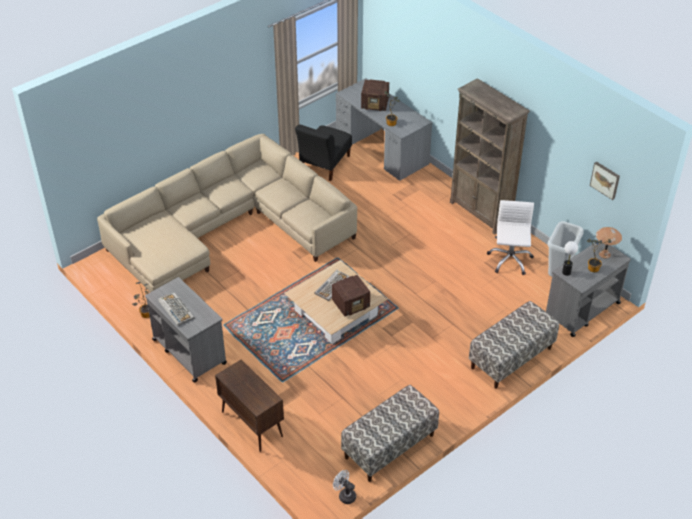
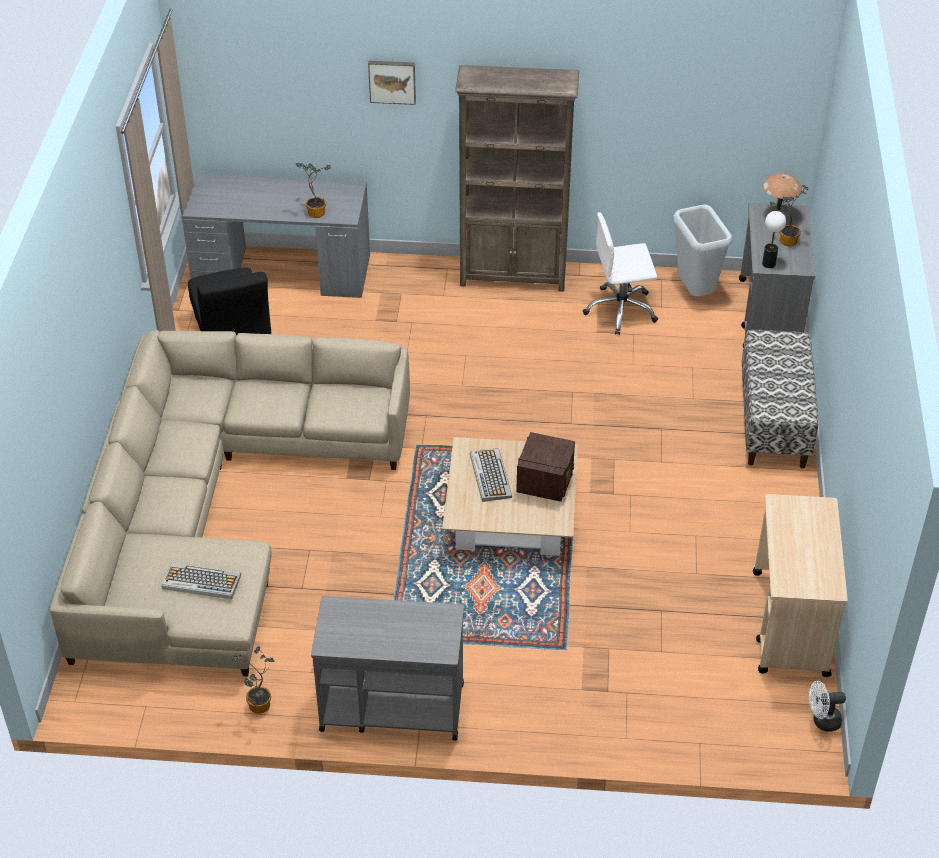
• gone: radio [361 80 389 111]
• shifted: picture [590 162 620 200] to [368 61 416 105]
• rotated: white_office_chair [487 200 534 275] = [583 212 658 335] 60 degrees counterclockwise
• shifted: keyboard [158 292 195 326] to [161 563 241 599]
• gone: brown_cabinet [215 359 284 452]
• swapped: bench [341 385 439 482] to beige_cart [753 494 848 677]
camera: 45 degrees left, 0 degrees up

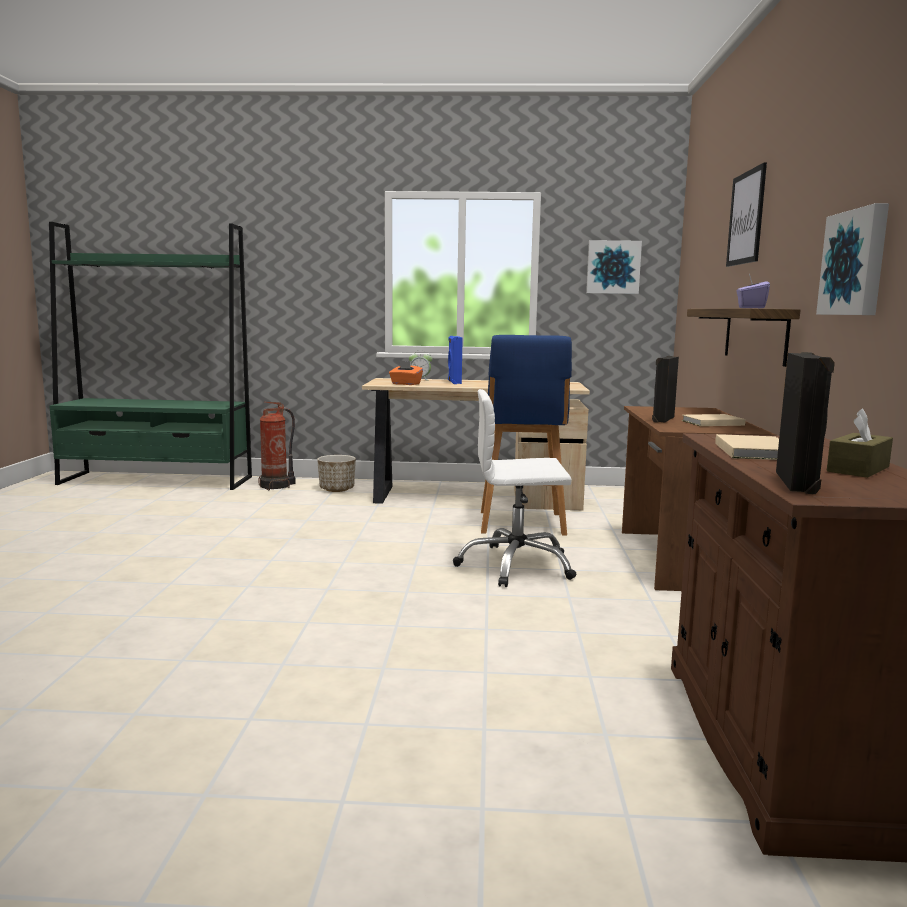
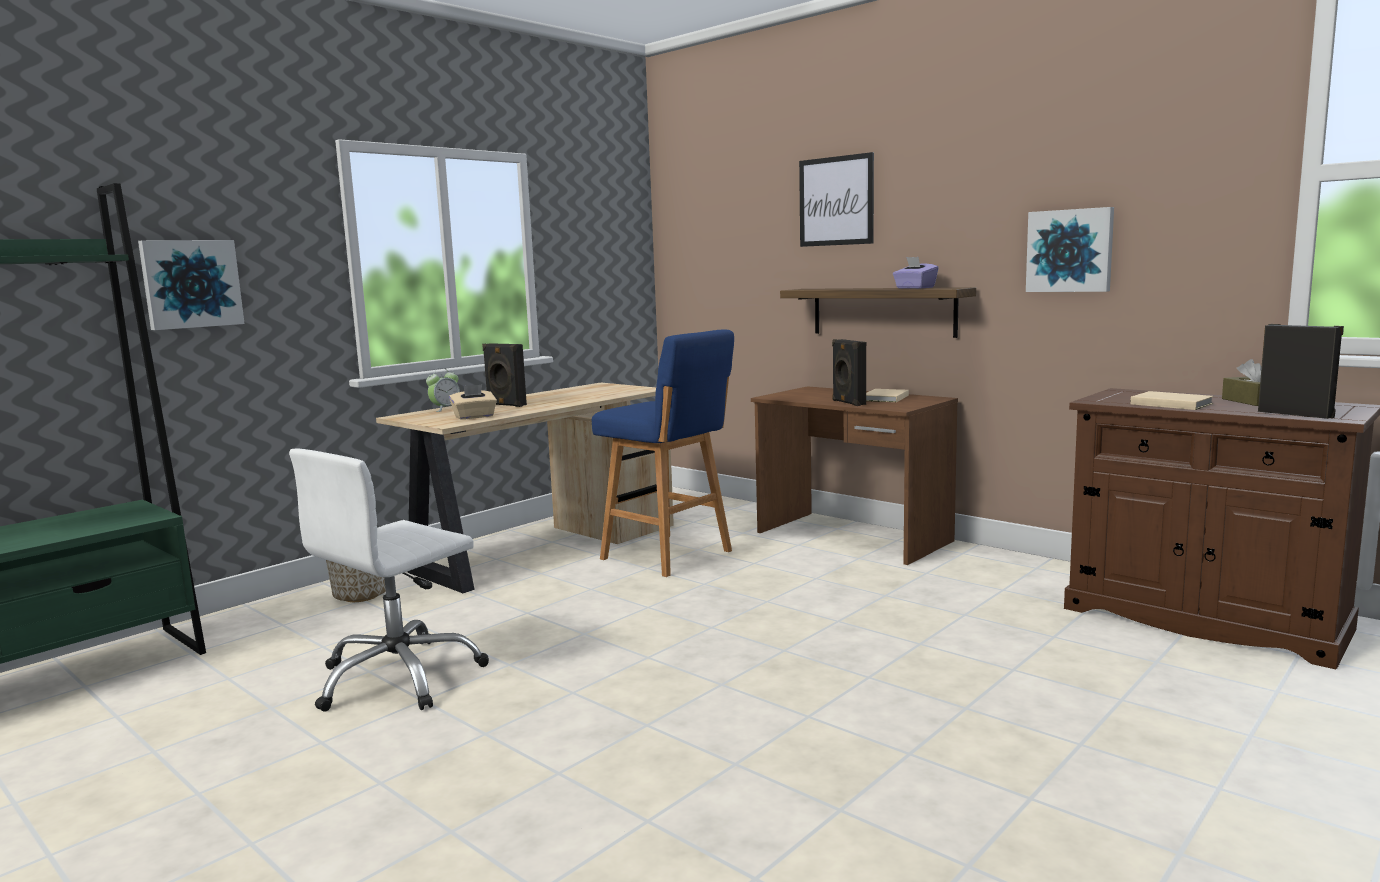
• shifted: picture [586 240 642 294] to [138 240 245 330]
• repainted: blue_speaker [448 336 463 384] to black_speaker [482 343 527 407]
• repainted: orange_tissue_box [389 361 423 385] to beige_tissue_box [449 384 497 420]
• shifted: white_office_chair [453 389 576 587] to [289 449 489 712]
• gone: fire_extinguisher [258 402 296 491]
camera: 50 degrees left, 0 degrees up

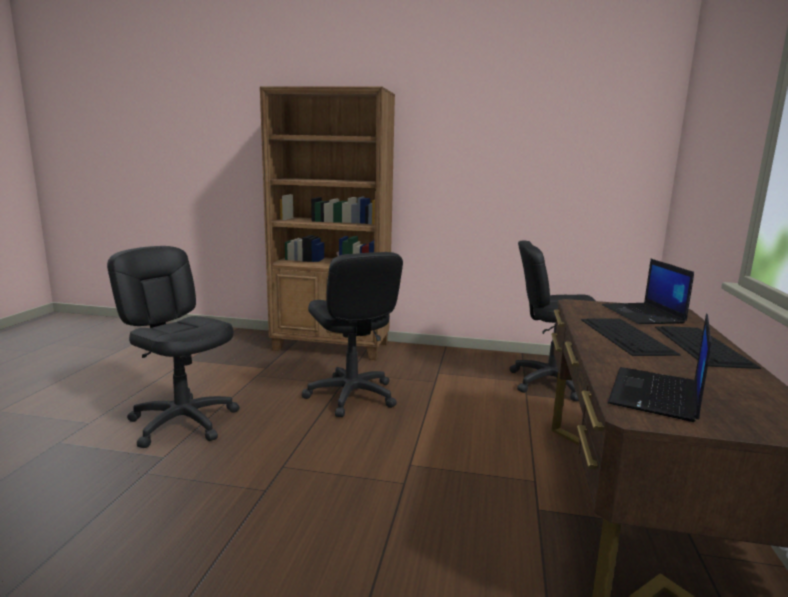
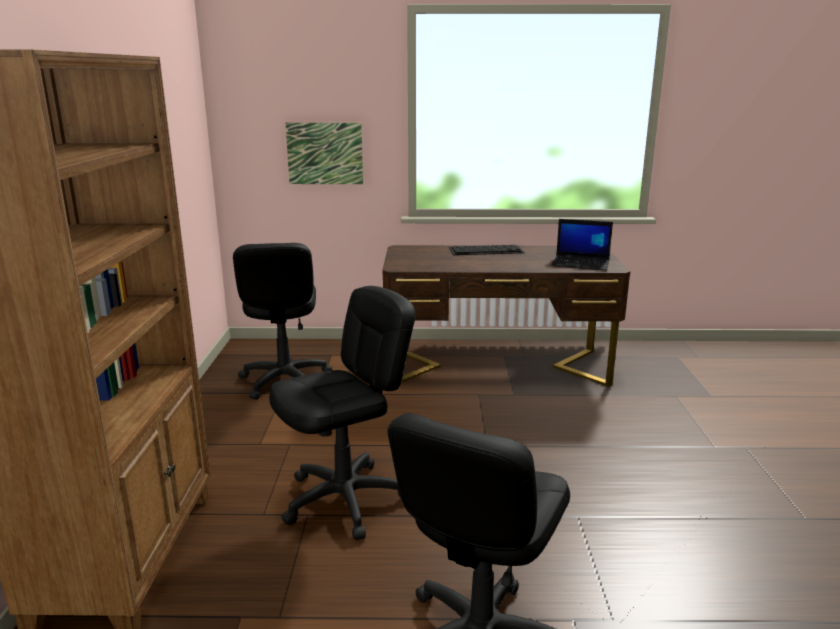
• gone: laptop [602 259 694 324]
• gone: keyboard [581 318 681 356]
• new: picture [286 122 363 184]
camera: 100 degrees left, 5 degrees up

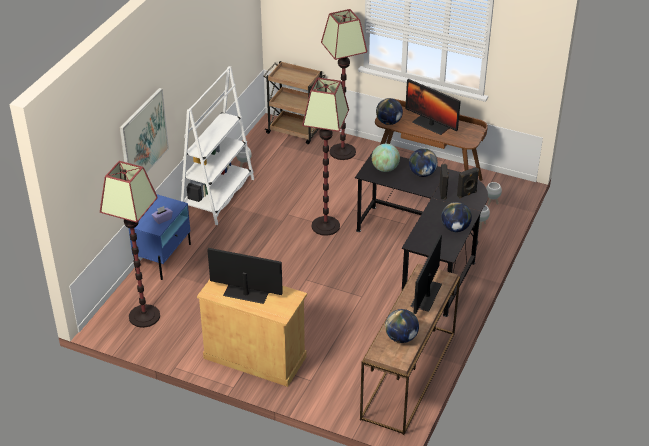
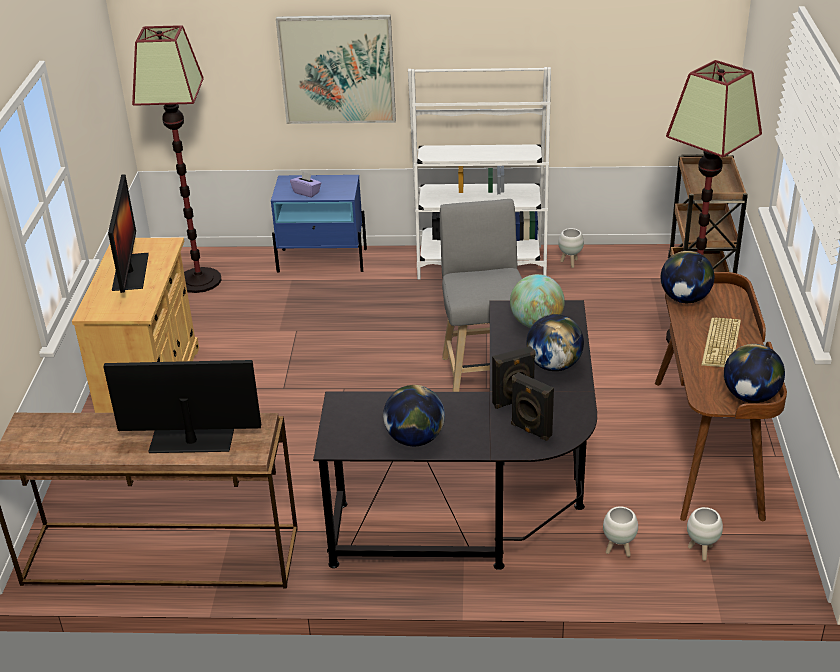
• swapped: floor_lamp [302 77 349 236] to grey_stool [440 199 522 392]
• swapped: monitor [405 79 461 135] to keyboard [701 318 741 367]
• shifted: globe [385 309 419 343] to [724 344 785 403]
camera: 70 degrees right, 5 degrees down

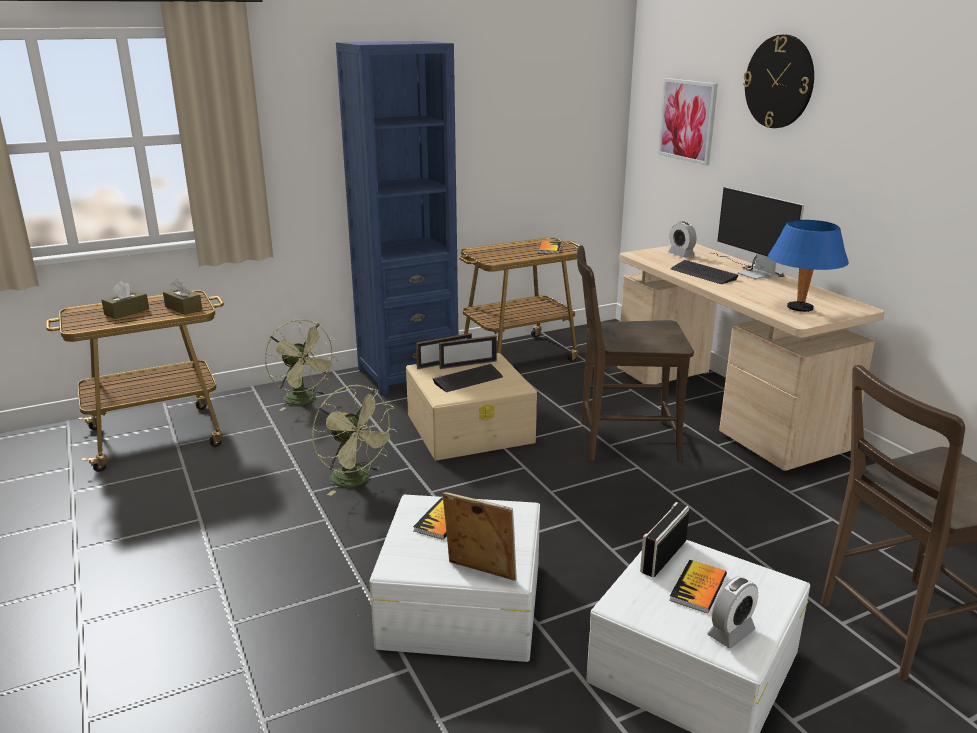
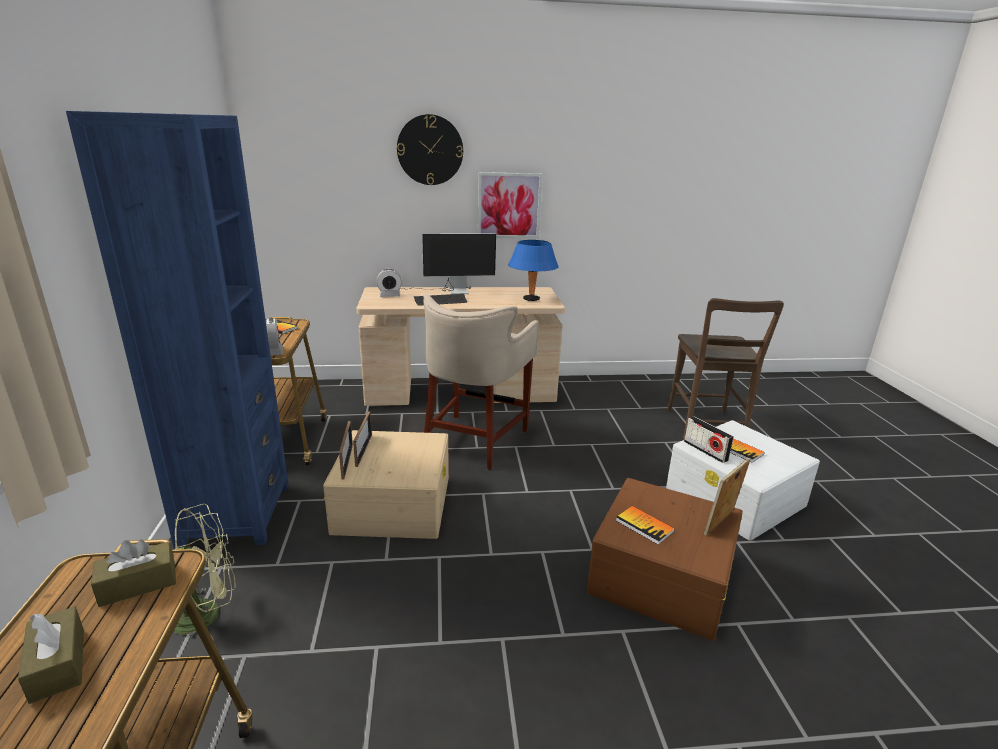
• shifted: picture [658 78 718 166] to [478 172 542 238]
• swapped: brown_chair [577 246 694 462] to beige_stool [423 294 539 470]
• gone: keyboard [433 364 503 392]
• gone: green_fan [312 385 397 496]
• repainted: white_storage_box [370 495 540 662] to brown_storage_box [587 478 743 640]
• shifted: alarm_clock [707 577 758 648] to [266 318 284 356]
camera: 70 degrees left, 0 degrees up

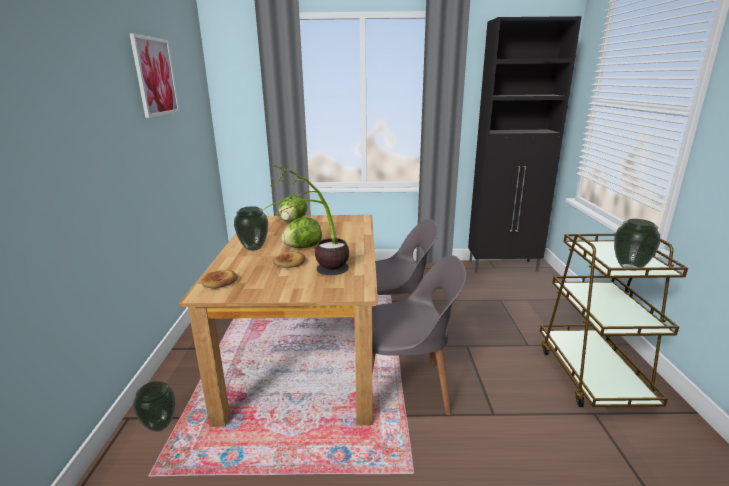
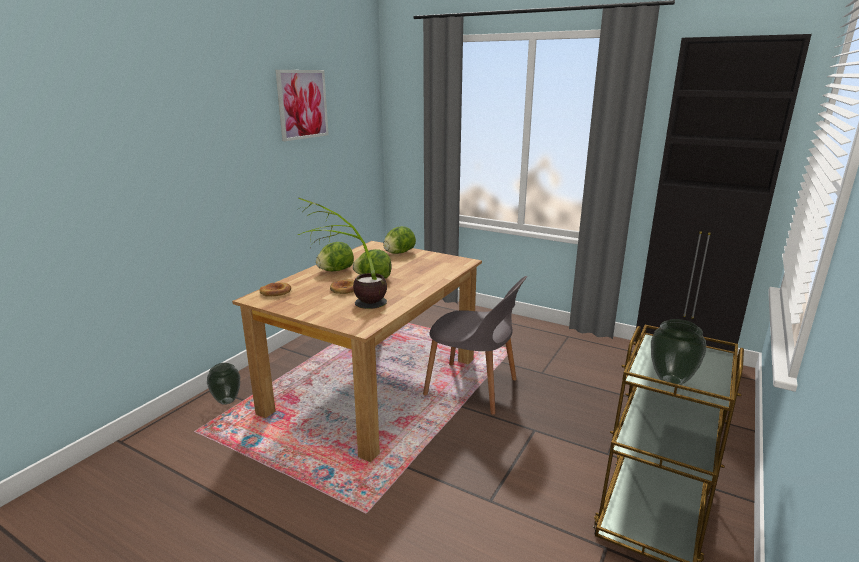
• swapped: vase [234 206 268 251] to lettuce [316 242 354 271]
• gone: grey_chair [372 255 466 415]
camera: 30 degrees right, 0 degrees up

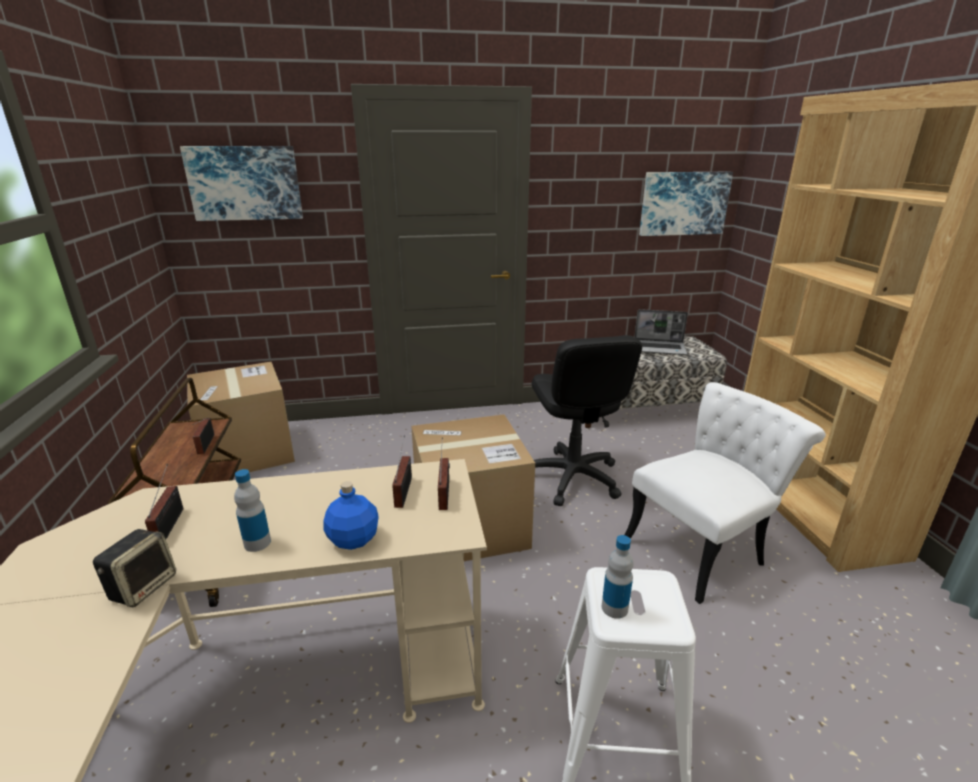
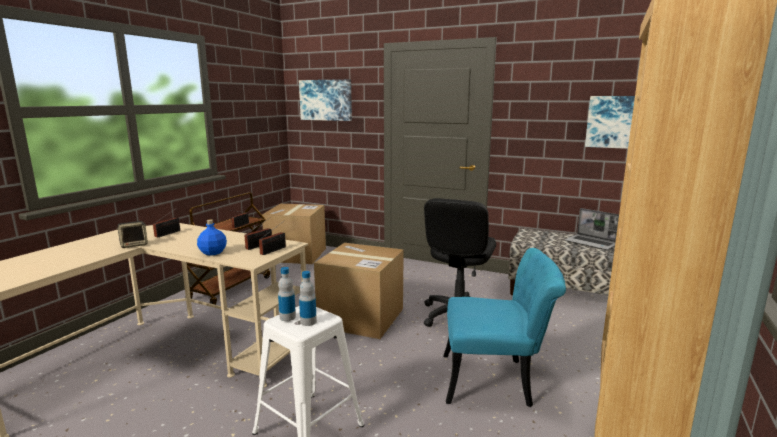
• repainted: white_chair [624 382 826 604] to turquoise_chair [443 248 566 407]
• shifted: bottle [234 469 271 552] to [299 271 317 326]
camera: 35 degrees right, 10 degrees down

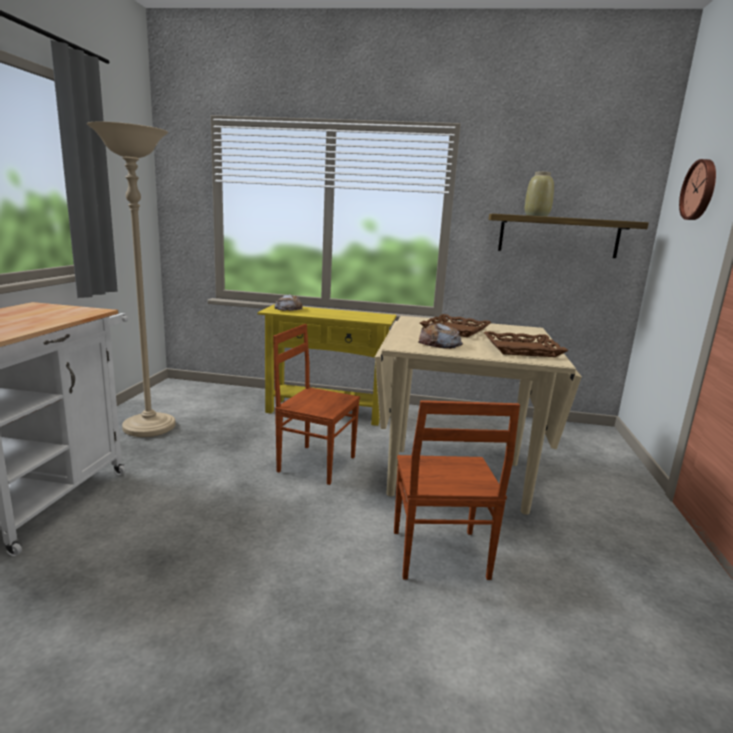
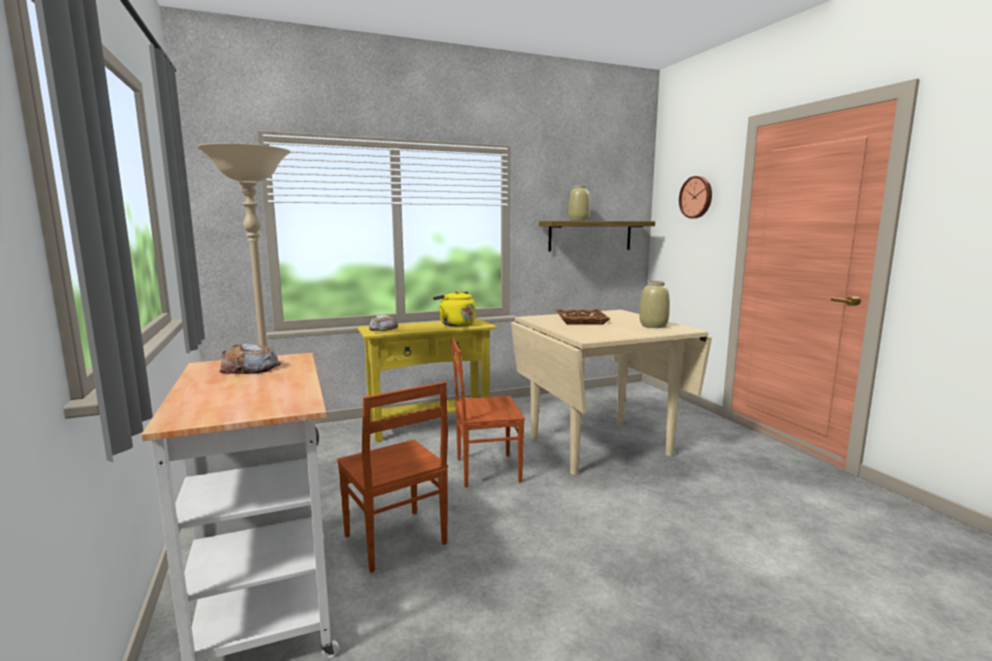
• shifted: bread [418 323 463 349] to [220 343 281 374]
• swapped: brown_tray [484 331 568 357] to beige_vase [639 281 670 328]
• shifted: brown_chair [394 400 520 580] to [337 381 448 573]
• new: yellow_kettle [433 291 475 327]
camera: 30 degrees left, 5 degrees down

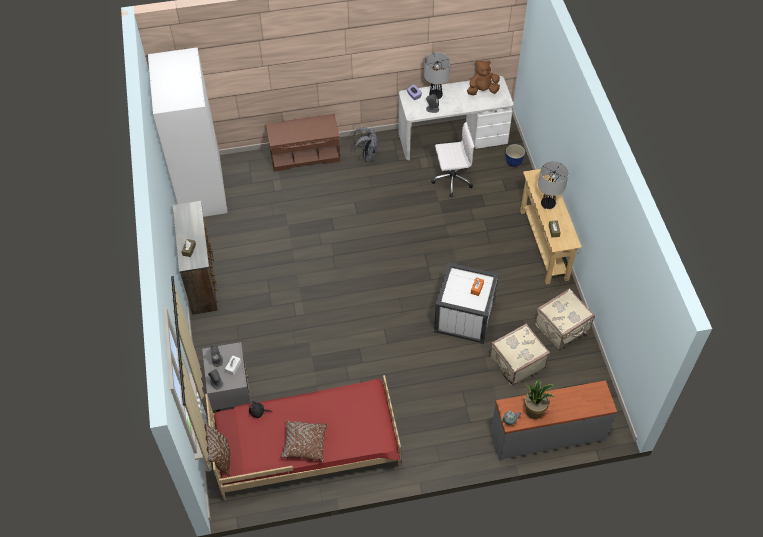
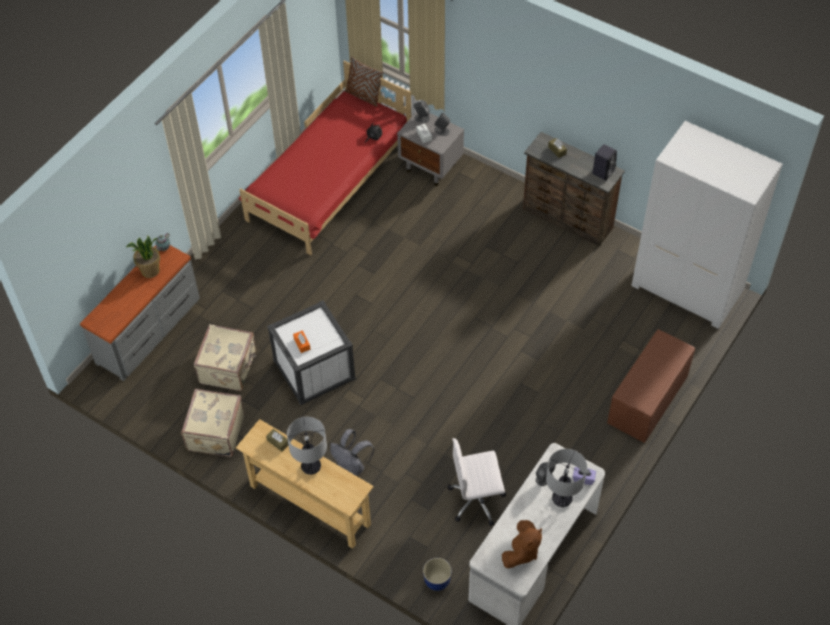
• rotated: white_office_chair [431 122 474 197] = [448 438 506 526] 45 degrees clockwise
• shifted: grey_backpack [353 127 378 161] to [330 429 374 476]
• gone: brown_pillow [281 420 327 462]
• new: black_speaker [592 144 617 181]
camera: 135 degrees right, 0 degrees up

